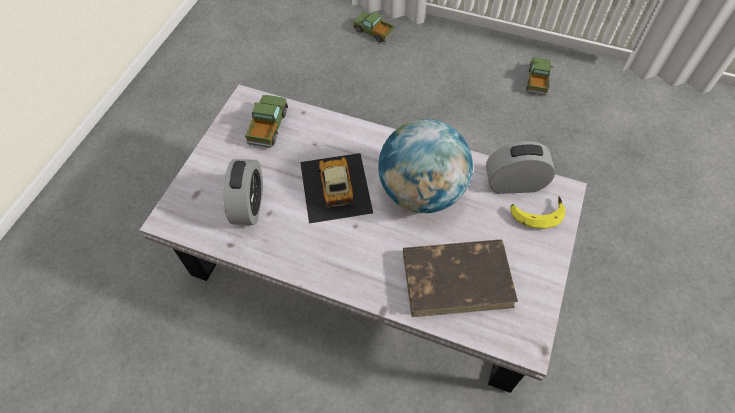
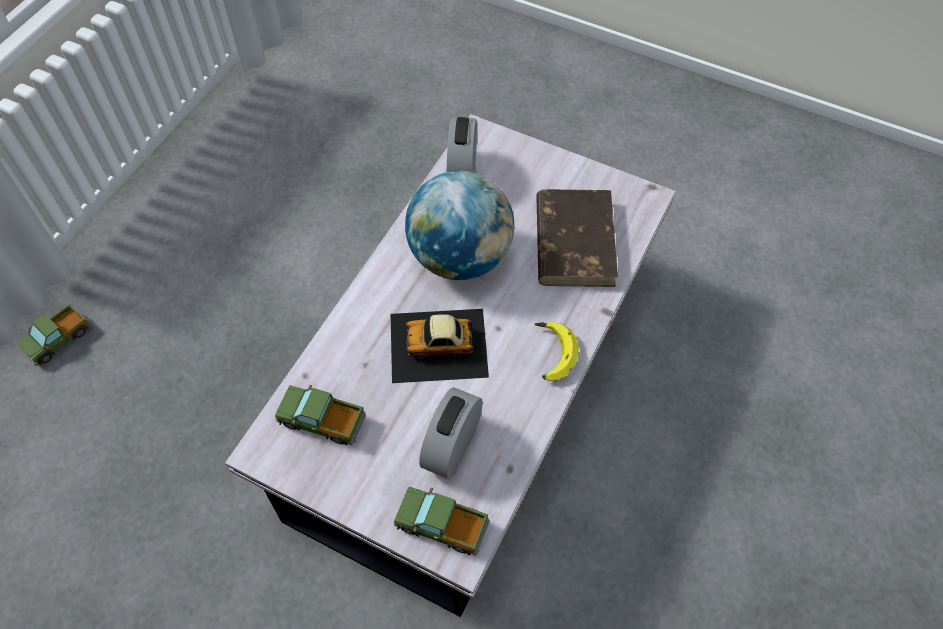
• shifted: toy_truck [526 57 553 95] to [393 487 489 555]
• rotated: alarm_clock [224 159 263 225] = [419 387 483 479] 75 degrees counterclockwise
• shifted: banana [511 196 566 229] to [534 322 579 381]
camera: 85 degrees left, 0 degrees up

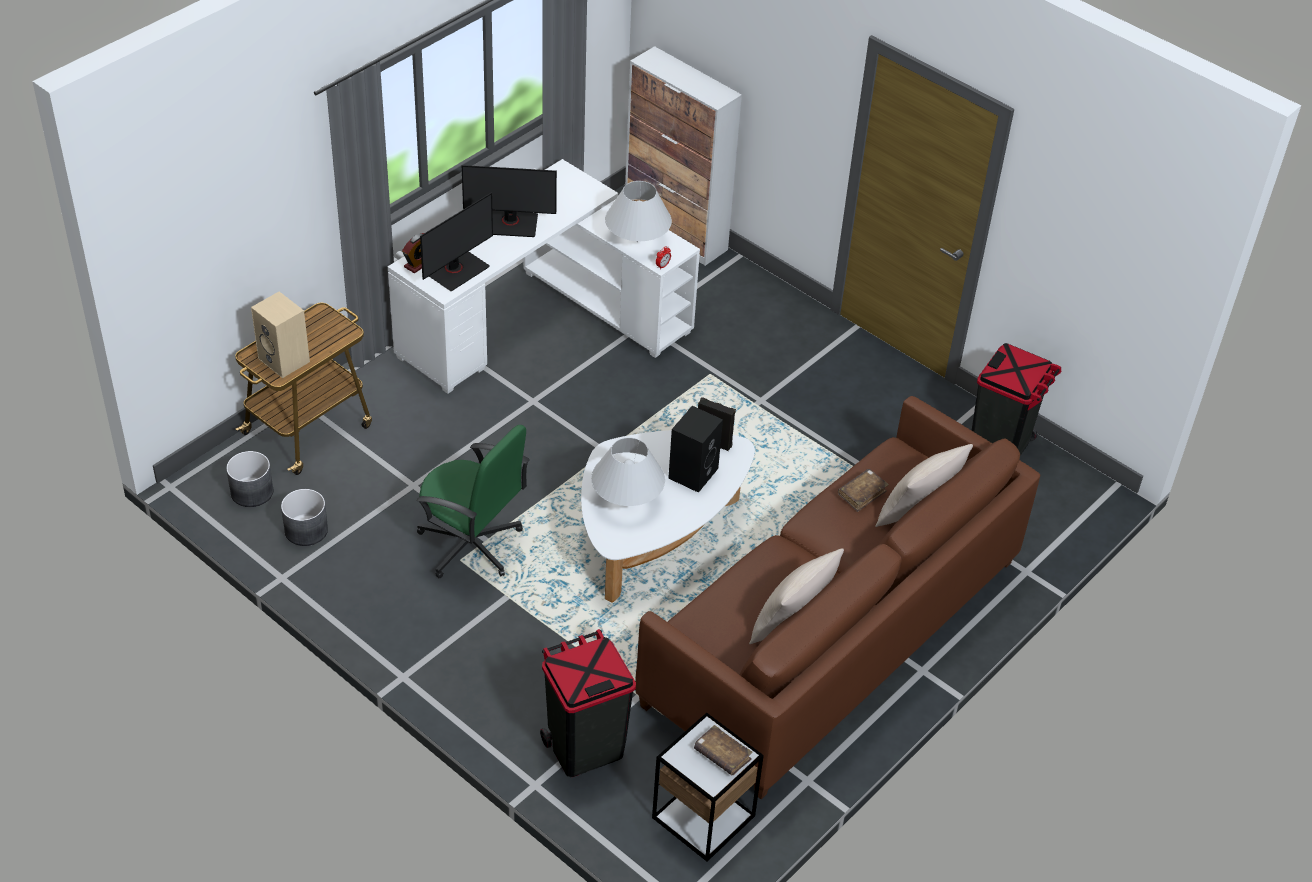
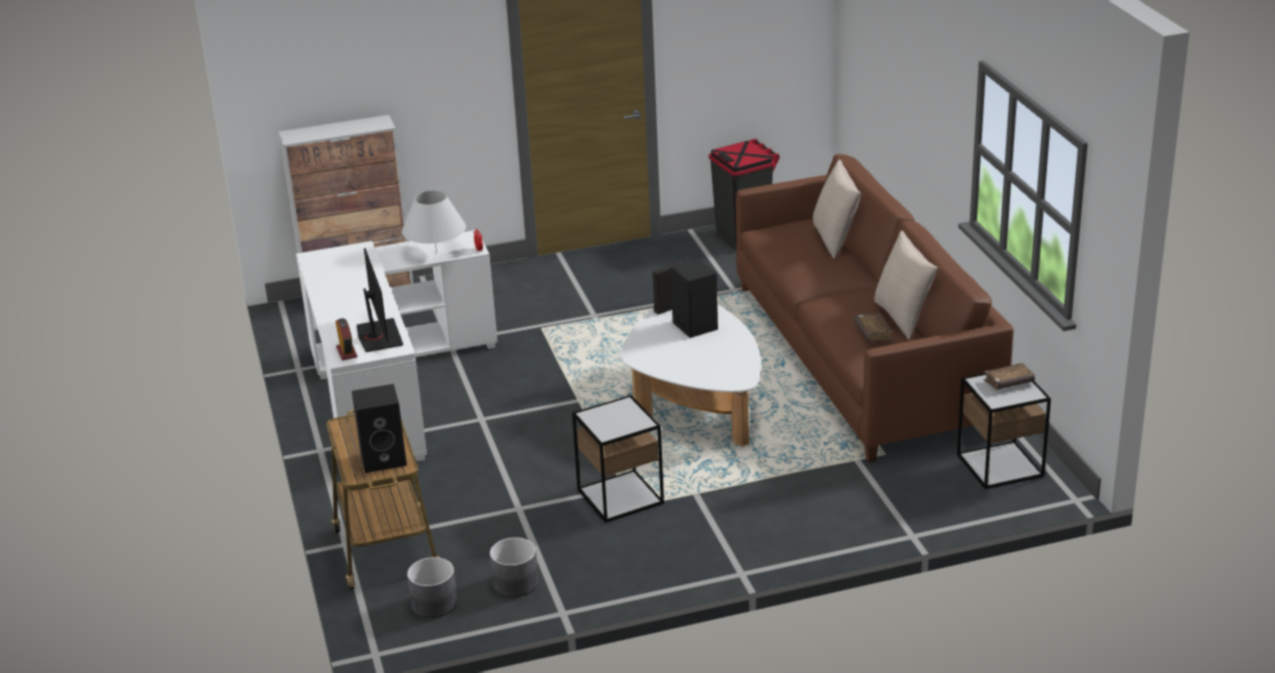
• gone: monitor [462 165 557 237]
• repainted: beige_speaker [251 292 310 378] to black_speaker [352 384 407 473]
• swapped: green_office_chair [416 425 530 578] to side_table [572 395 664 523]
• gone: white_table_lamp [591 438 665 506]
• shifted: brown_book [838 469 889 512] to [854 313 893 342]
• gone: black_trash_can [540 629 636 777]
camera: 55 degrees left, 15 degrees down

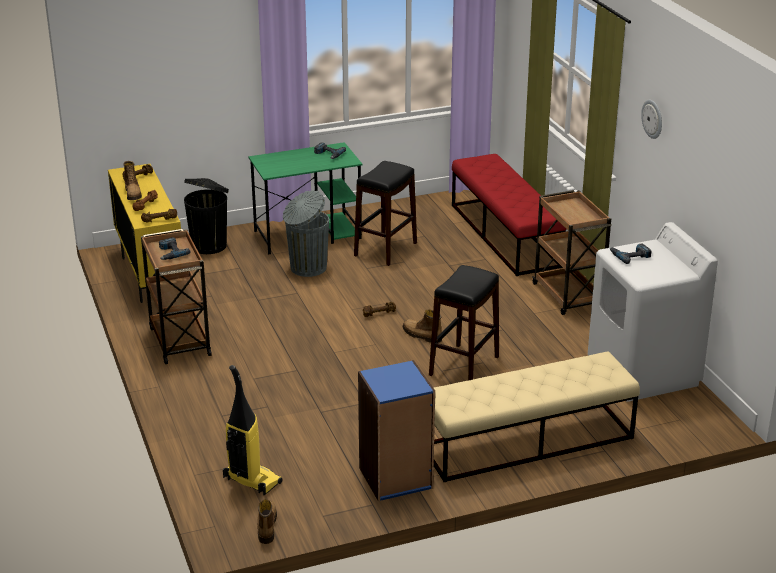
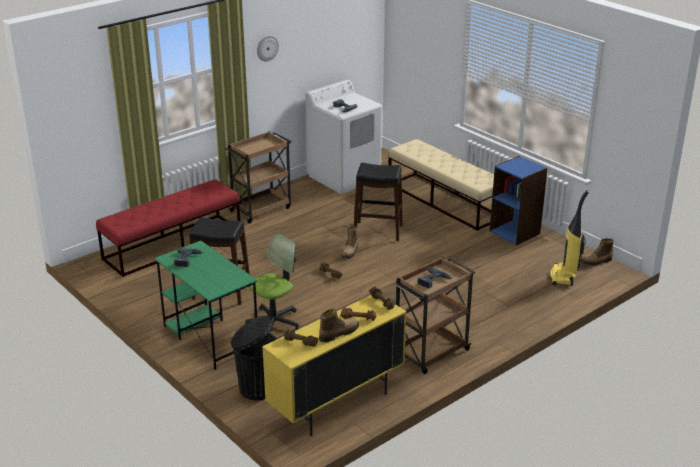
• swapped: grey_trash_can [283 190 329 277] to office_chair [245 234 301 334]
camera: 110 degrees left, 0 degrees up

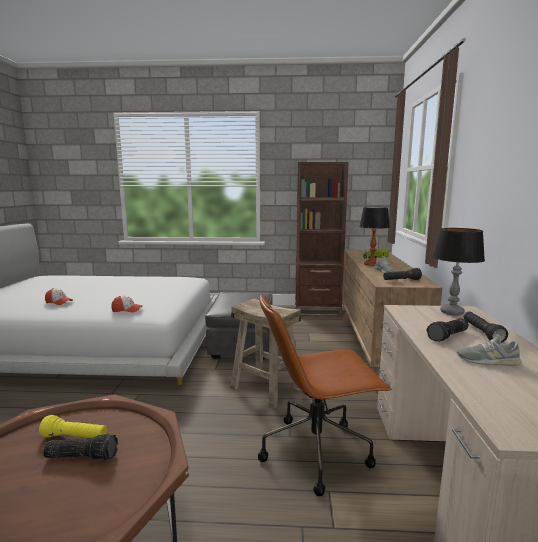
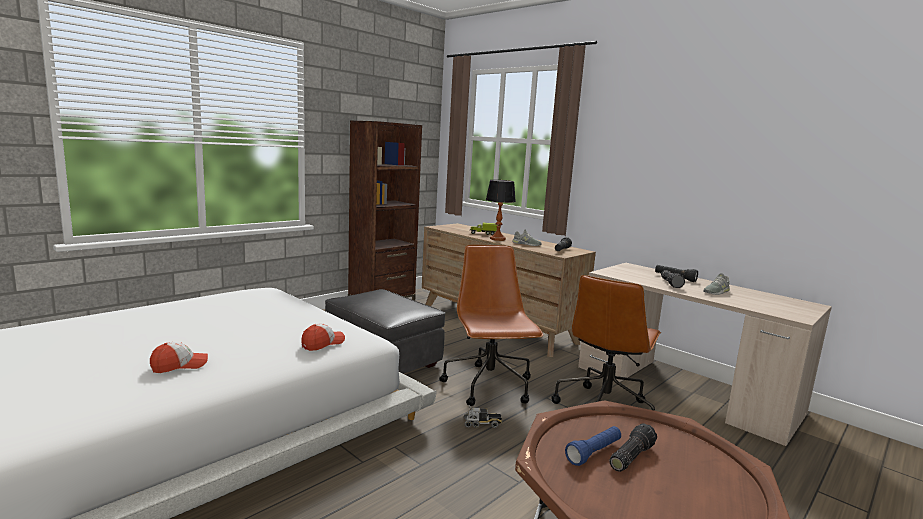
• gone: table_lamp [433 228 485 316]
• swapped: beige_stool [230 299 301 408] to brown_office_chair [439 244 543 406]
• repainted: yellow_flashlight [39 415 107 438] to blue_flashlight [565 426 621 466]
• new: toy_truck [464 405 502 428]
camera: 50 degrees left, 0 degrees up

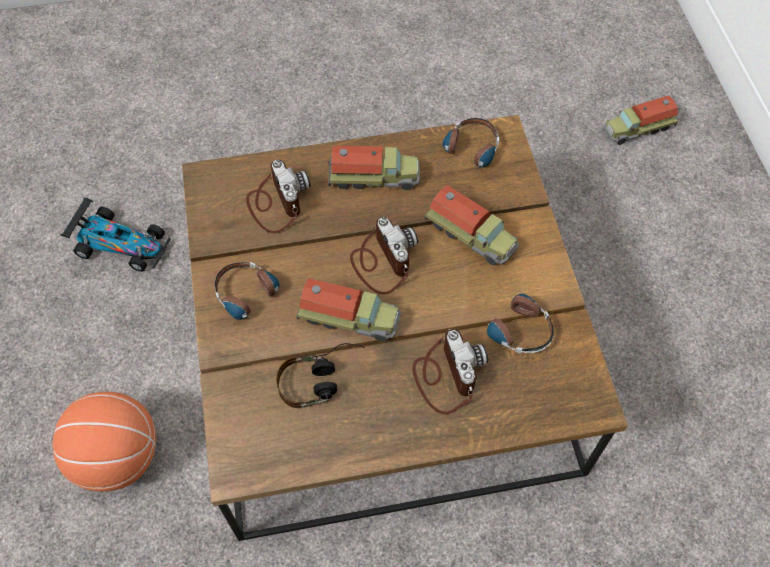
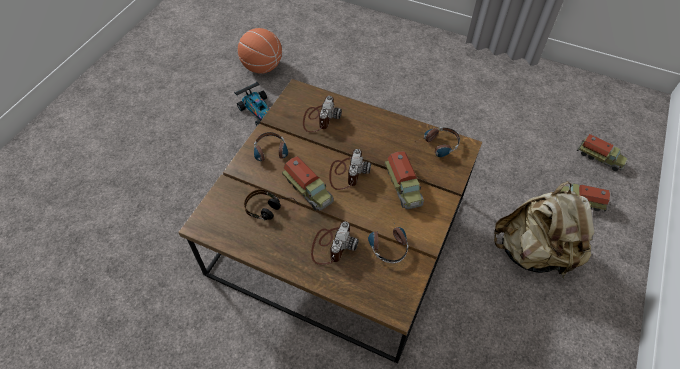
• shifted: toy_truck [328 145 420 190] to [577 134 628 171]
• shifted: basketball [53 392 156 492] to [238 28 282 74]
• new: beige_backpack [494 181 594 279]
camera: 35 degrees right, 5 degrees down

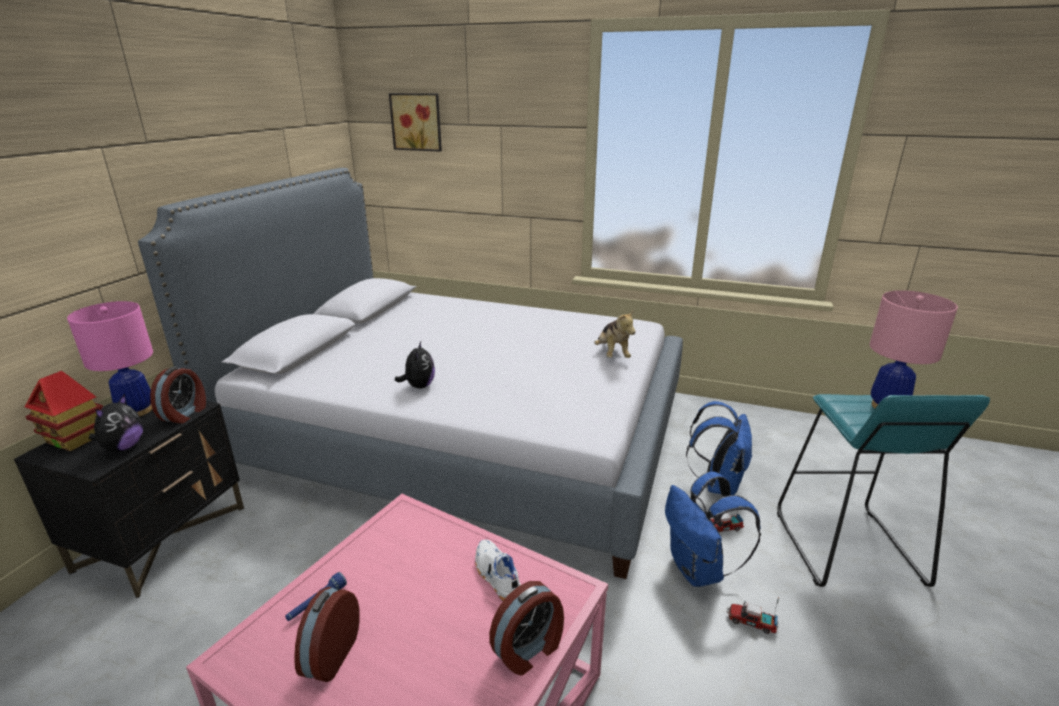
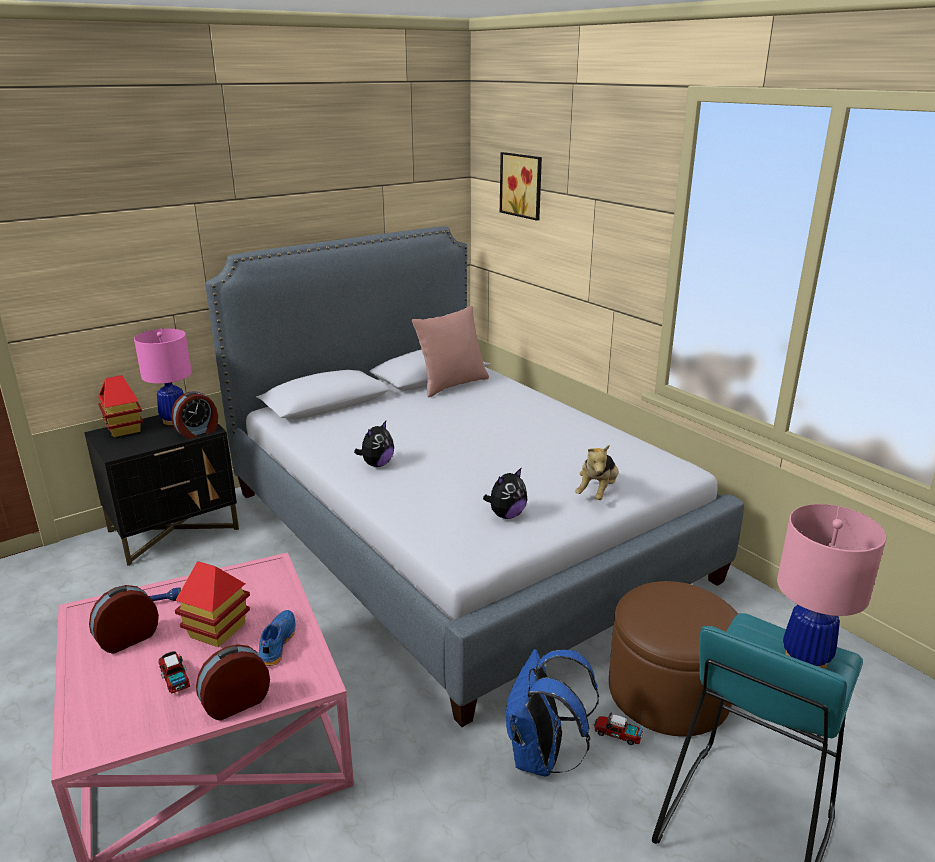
• shifted: plush_toy [89 394 143 451] to [483 467 527 519]
• swapped: blue_backpack [686 401 752 495] to brown_ottoman [609 581 738 737]
• repainted: white_shoe [475 540 521 601] to blue_shoe [258 610 296 666]
• rotated: alarm_clock [489 581 564 675] = [196 644 270 720] 150 degrees clockwise
• shifted: toy_truck [727 597 779 634] to [158 651 190 694]
• new: pink_pillow [412 306 489 398]
• new: toy_house [175 561 250 647]
camera: 35 degrees right, 0 degrees up

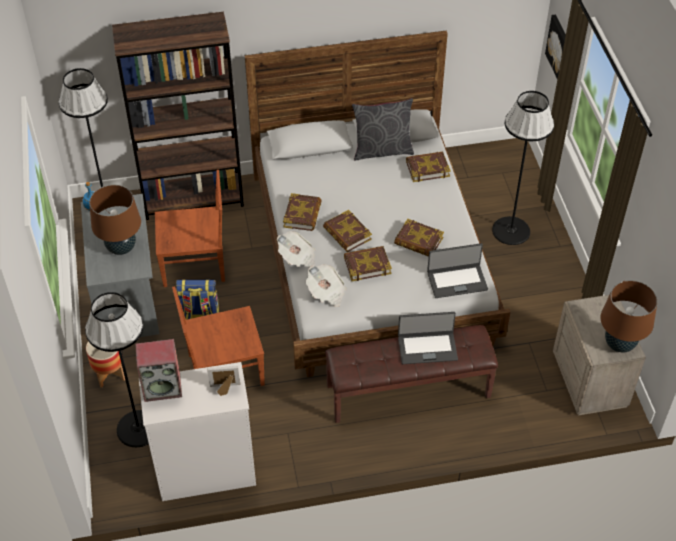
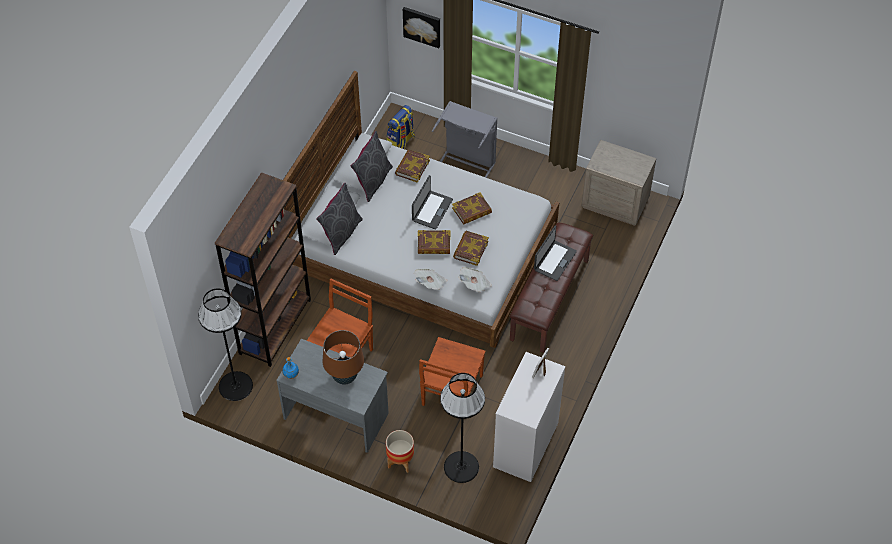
• swapped: black_floor_lamp [492 91 554 245] to grey_laundry_basket [432 101 498 178]
• gone: book [283 193 322 231]
• shifted: laptop [427 243 488 298] to [412 175 453 230]
• shifted: backpack [176 279 219 322] to [386 105 415 149]
• gone: brown_table_lamp [601 280 658 352]
• gone: speaker [135 339 182 402]
• new: grey_pillow [316 182 363 255]
camera: 55 degrees left, 5 degrees up

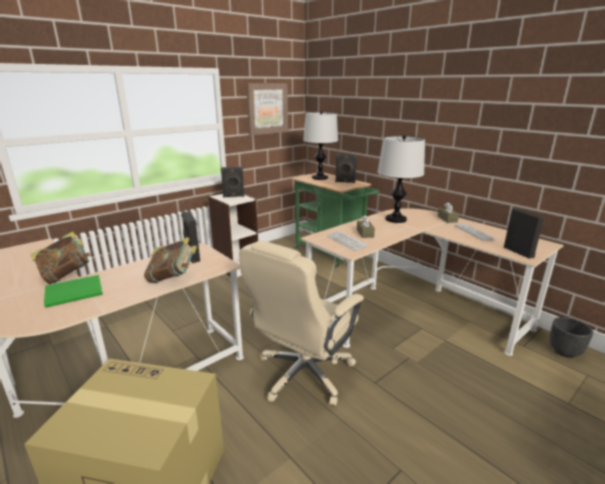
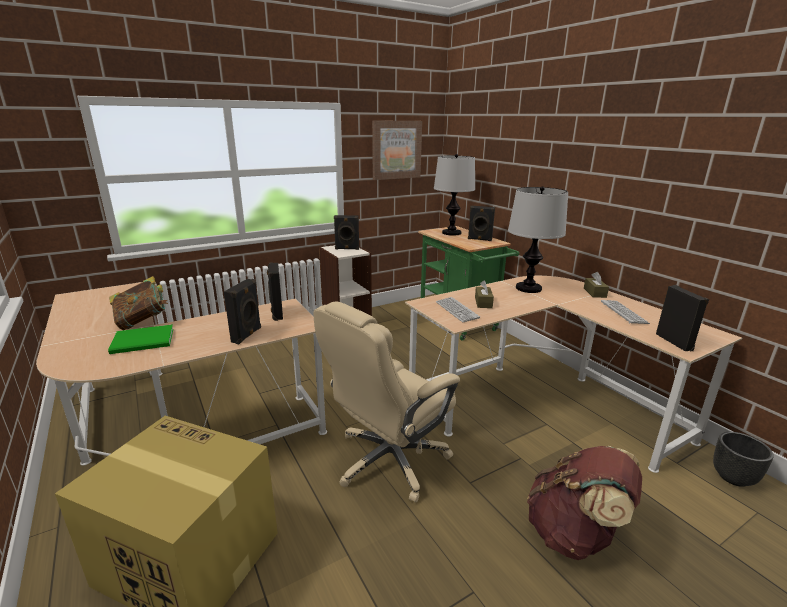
• swapped: book [144 237 197 283] to black_speaker [224 279 261 344]
• new: brown_backpack [527 446 642 560]
camera: 10 degrees right, 0 degrees up

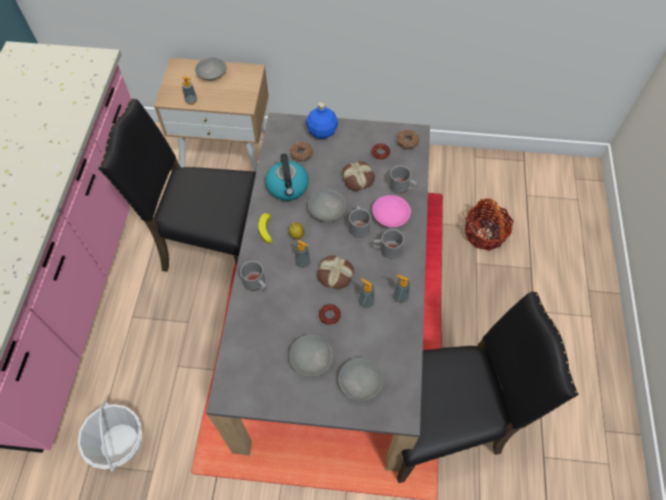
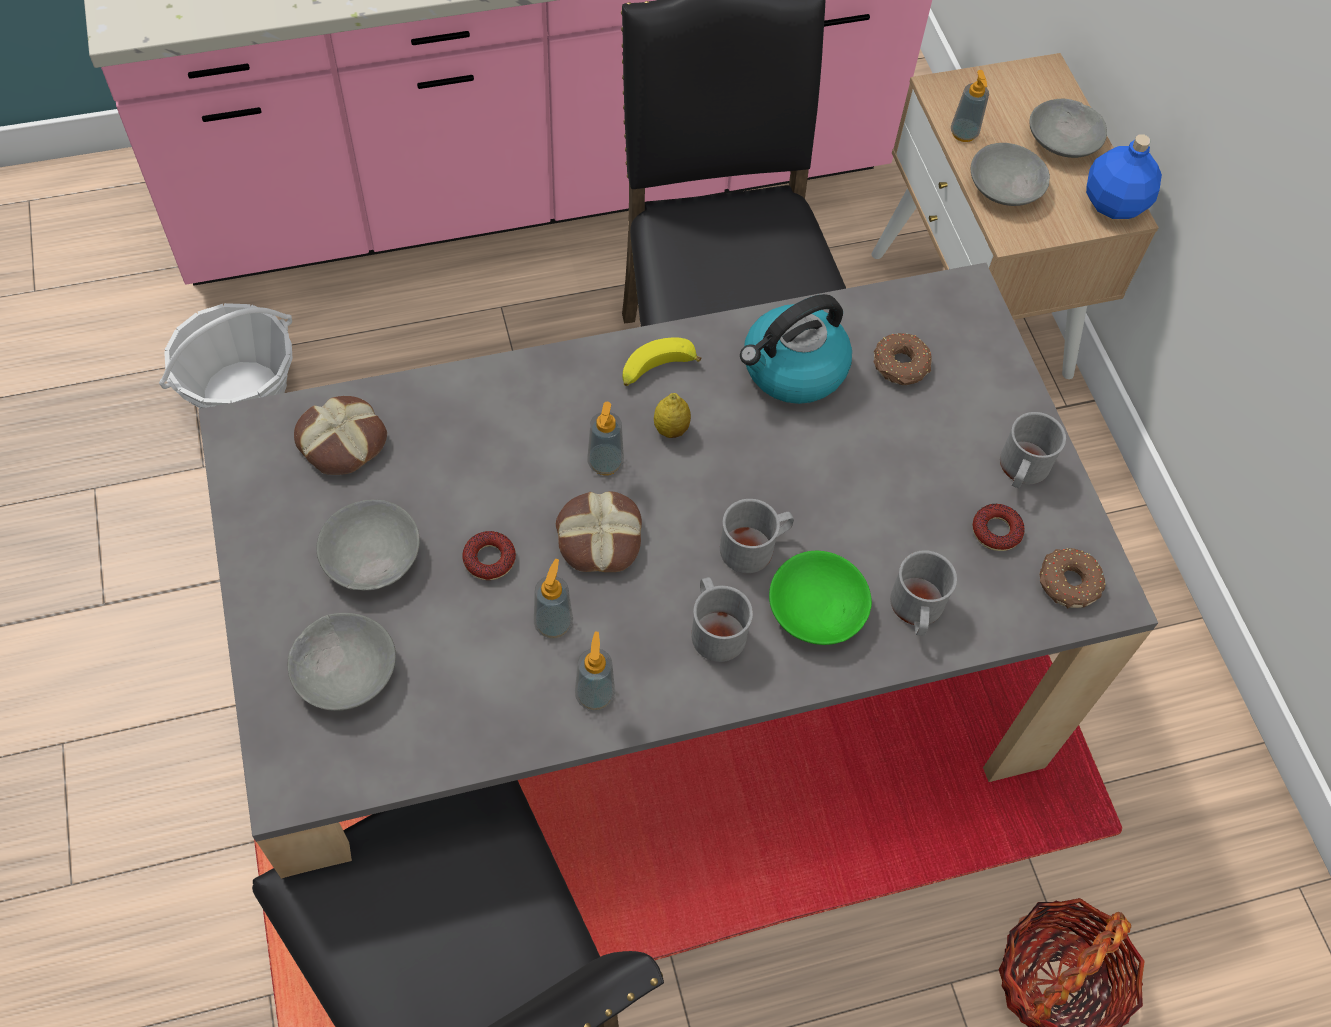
• shifted: blue_bottle [306 102 338 139] to [1086 134 1162 219]
• shifted: bread [342 161 375 191] to [294 396 387 475]
• shifted: grey_bowl [308 189 346 221] to [971 143 1050 206]
• repainted: pink_bowl [372 195 411 228] to green_bowl [769 551 872 645]
• shifted: grey_mug [240 261 267 291] to [1000 412 1066 488]
camera: 65 degrees right, 0 degrees up

